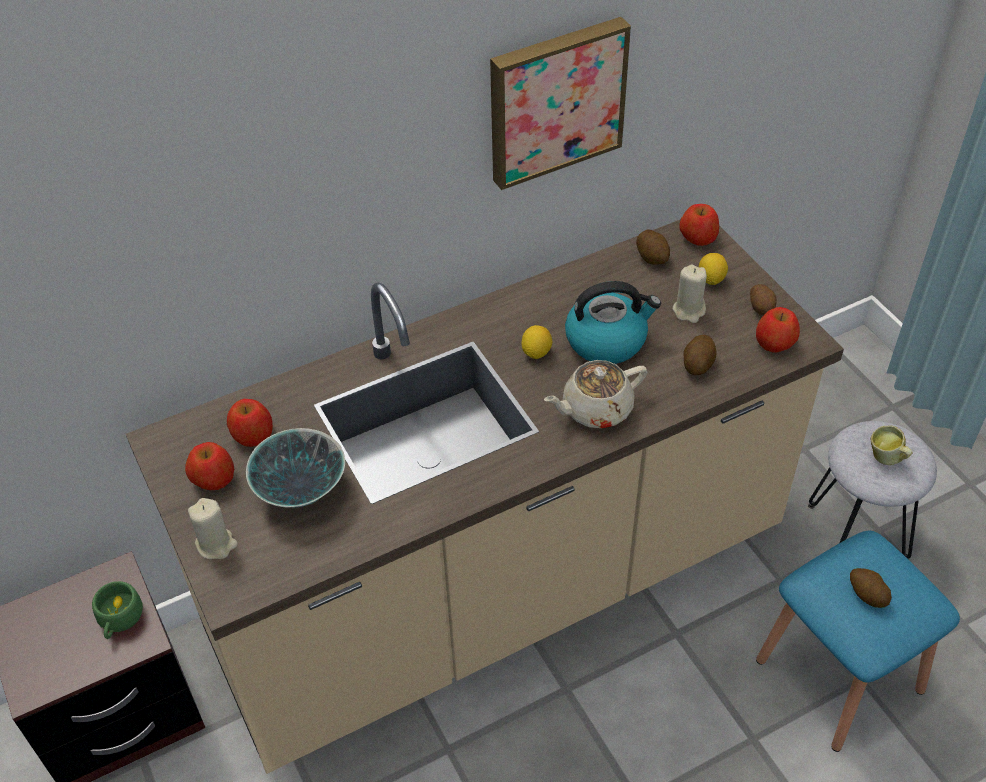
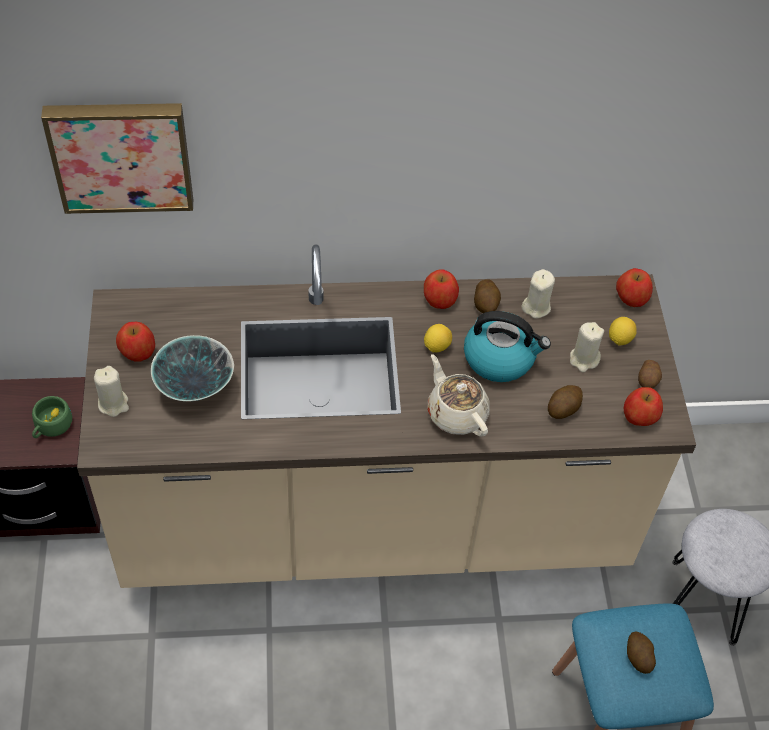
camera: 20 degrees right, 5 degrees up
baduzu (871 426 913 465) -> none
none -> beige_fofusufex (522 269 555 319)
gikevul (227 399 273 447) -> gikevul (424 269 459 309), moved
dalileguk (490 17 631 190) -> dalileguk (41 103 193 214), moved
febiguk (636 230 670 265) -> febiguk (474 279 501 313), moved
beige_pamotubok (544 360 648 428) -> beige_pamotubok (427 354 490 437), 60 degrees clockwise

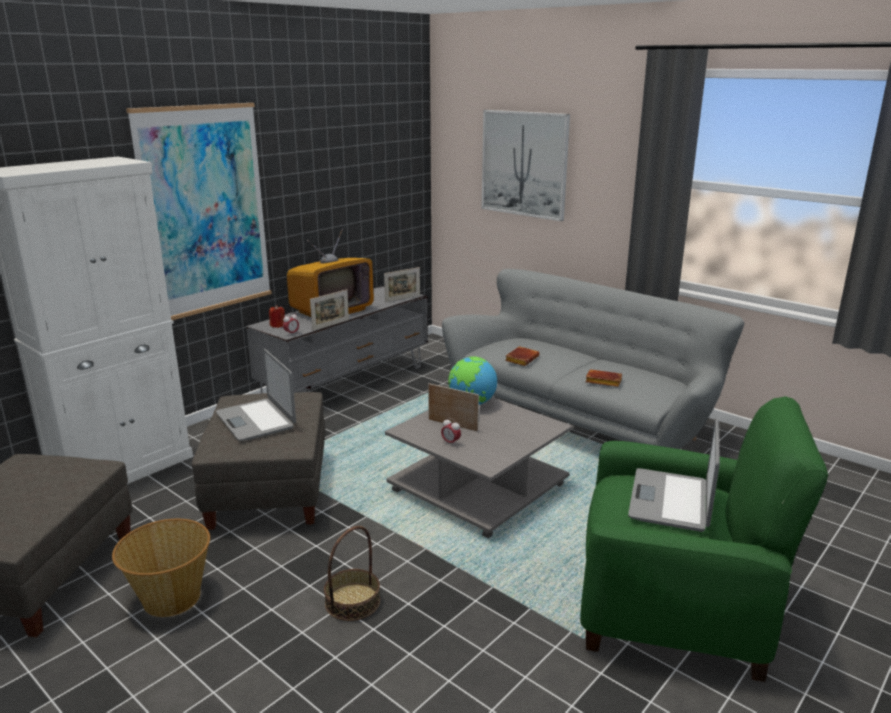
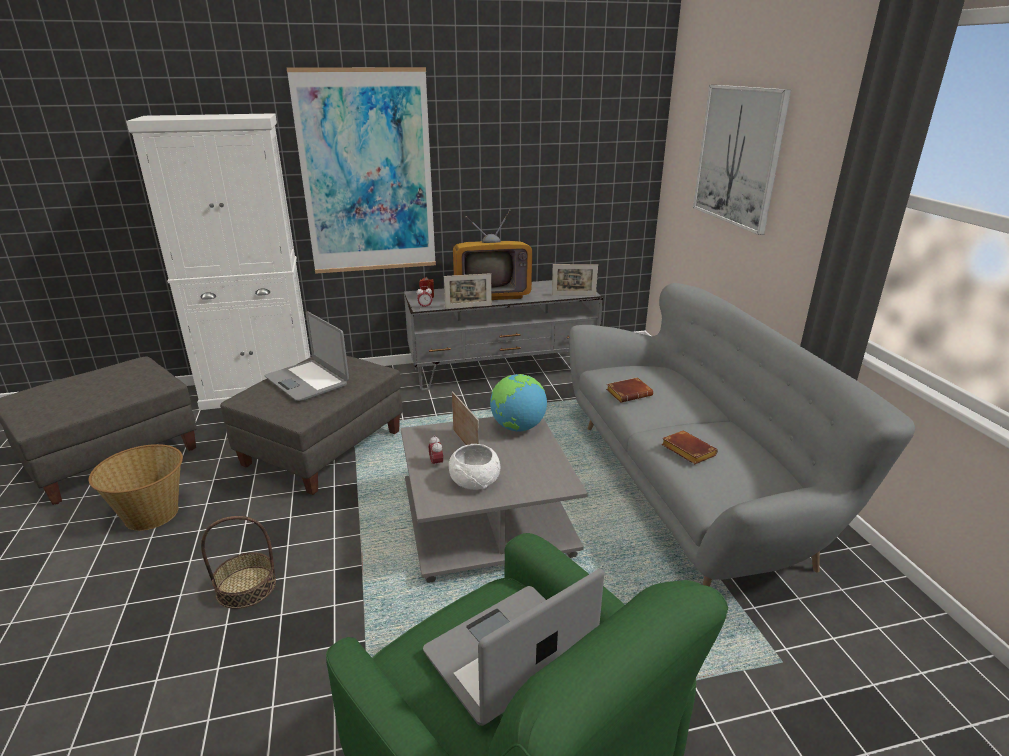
camera: 35 degrees right, 5 degrees up
none -> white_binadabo (449 444 500 490)
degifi (216 349 296 441) -> degifi (265 311 349 401), 45 degrees counterclockwise

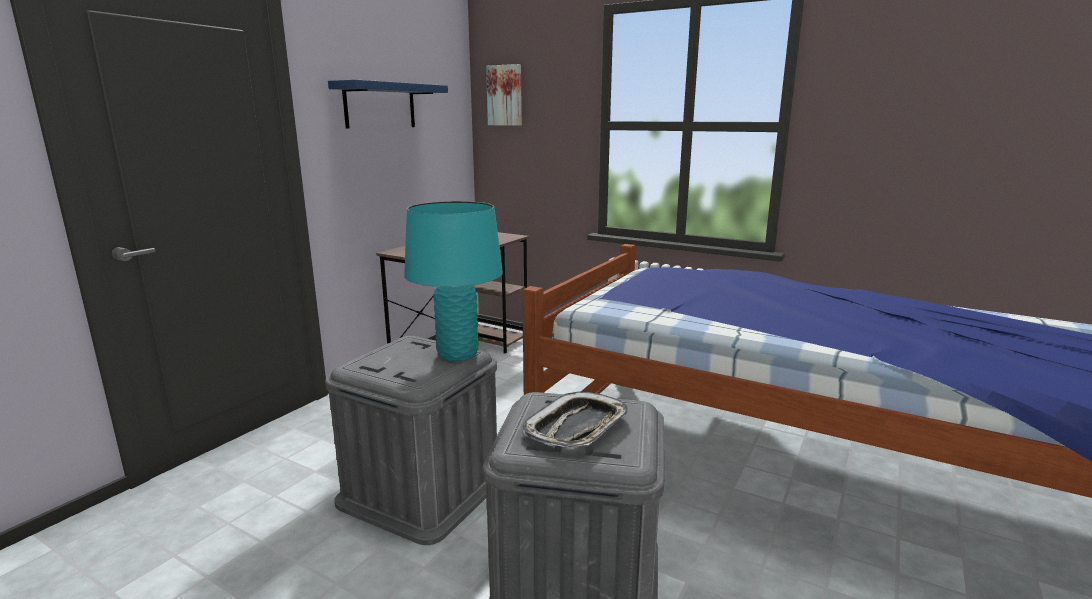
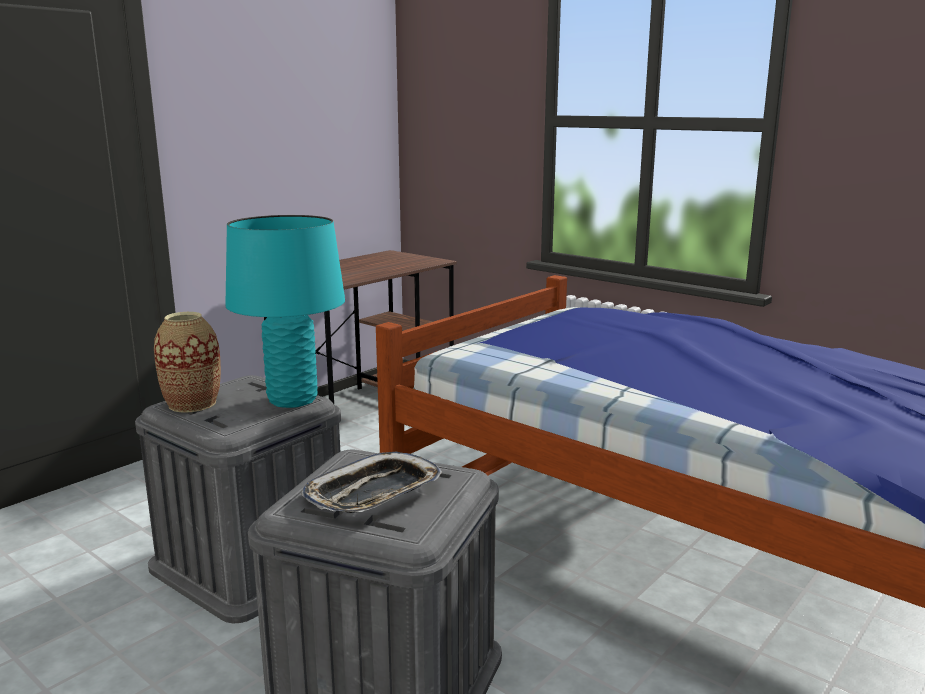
camera: 10 degrees right, 0 degrees up
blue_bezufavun (328 80 448 129) -> none
dalileguk (486 64 522 126) -> none
none -> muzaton (154 312 221 413)

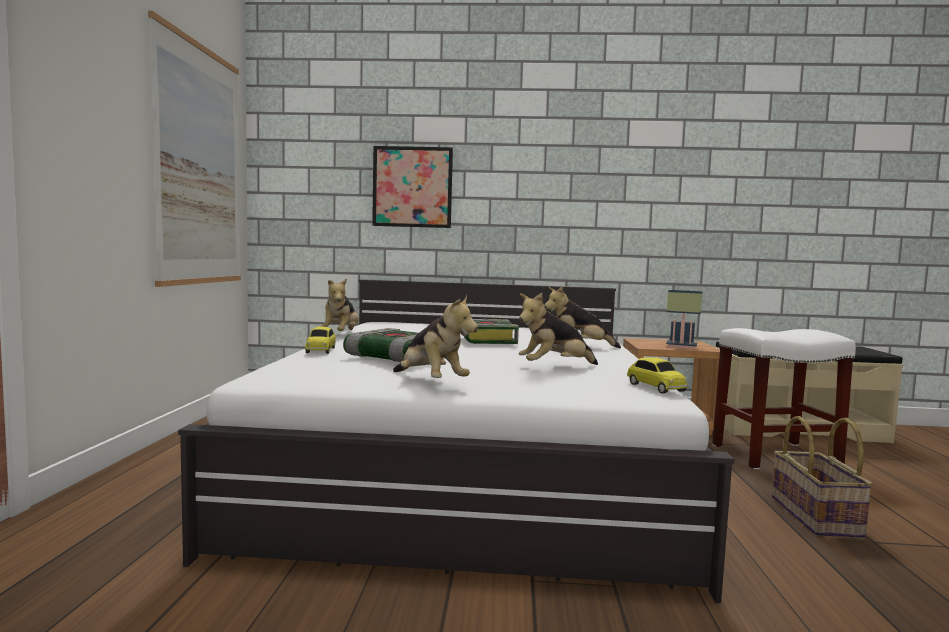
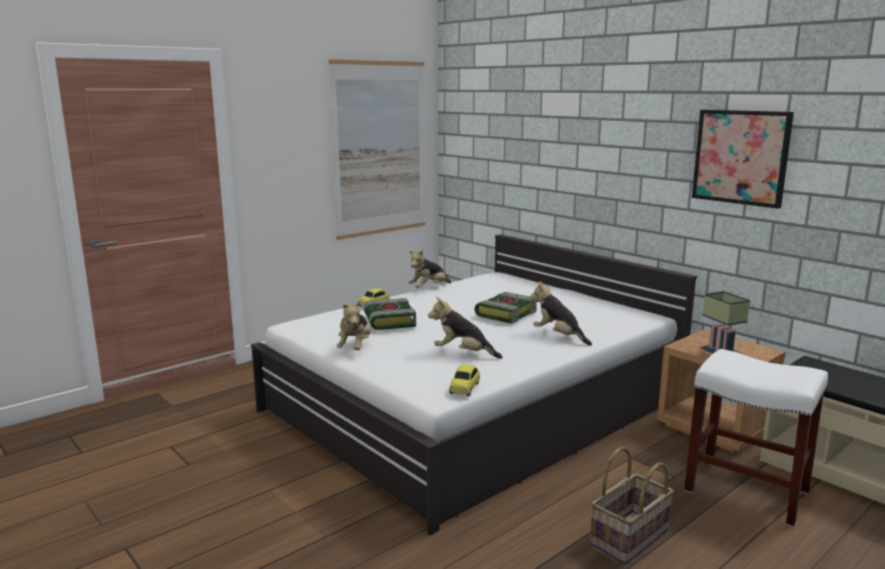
camera: 45 degrees right, 10 degrees up
dalileguk (372 146 453 228) -> dalileguk (692 110 794 209), moved

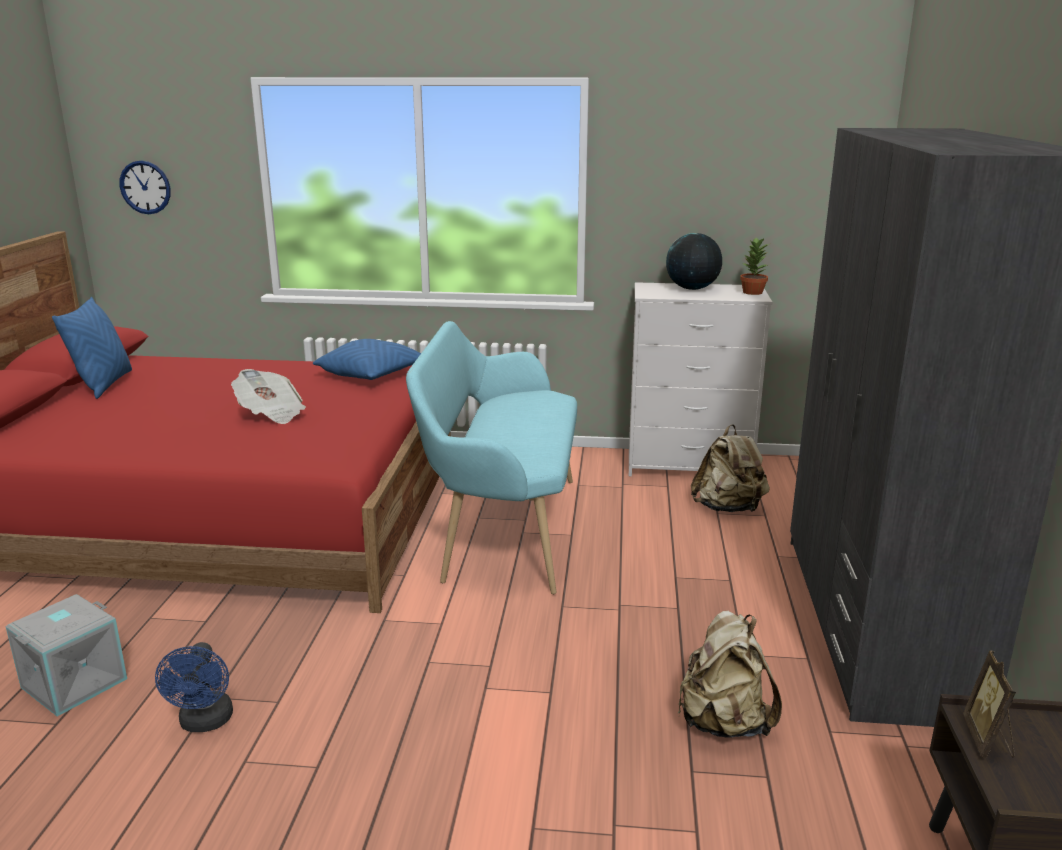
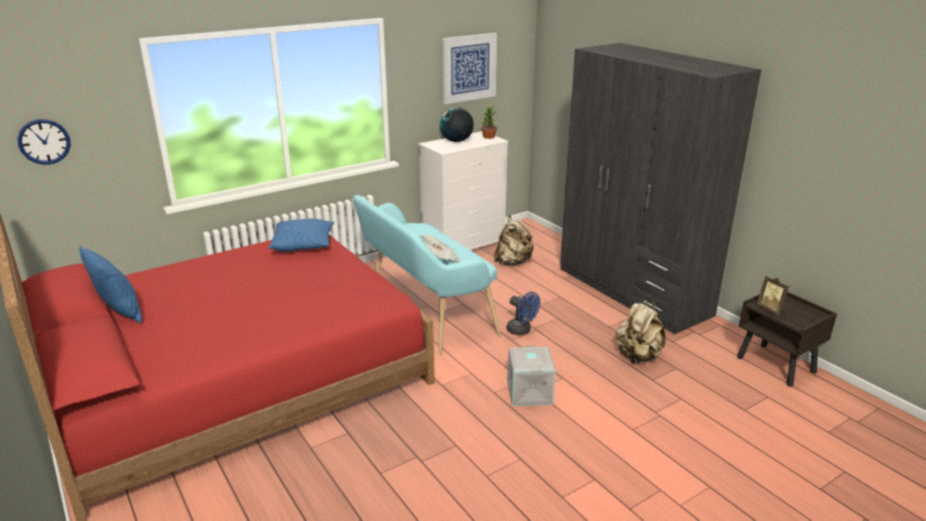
camera: 40 degrees left, 5 degrees up
none -> dalileguk (442 33 497 104)
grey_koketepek (6 594 127 716) -> grey_koketepek (508 346 556 406), moved
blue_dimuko (155 642 233 732) -> blue_dimuko (506 292 540 335), moved
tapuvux (231 369 306 424) -> tapuvux (420 235 461 262), moved

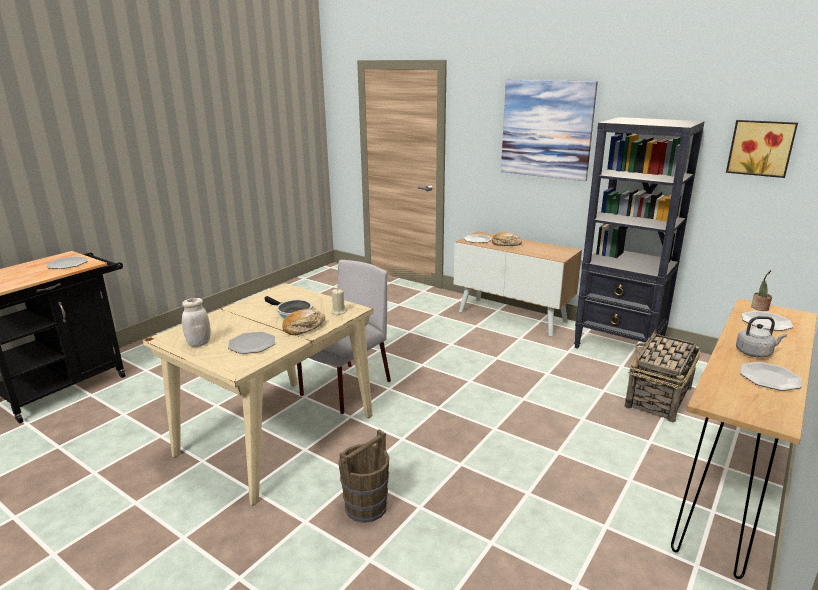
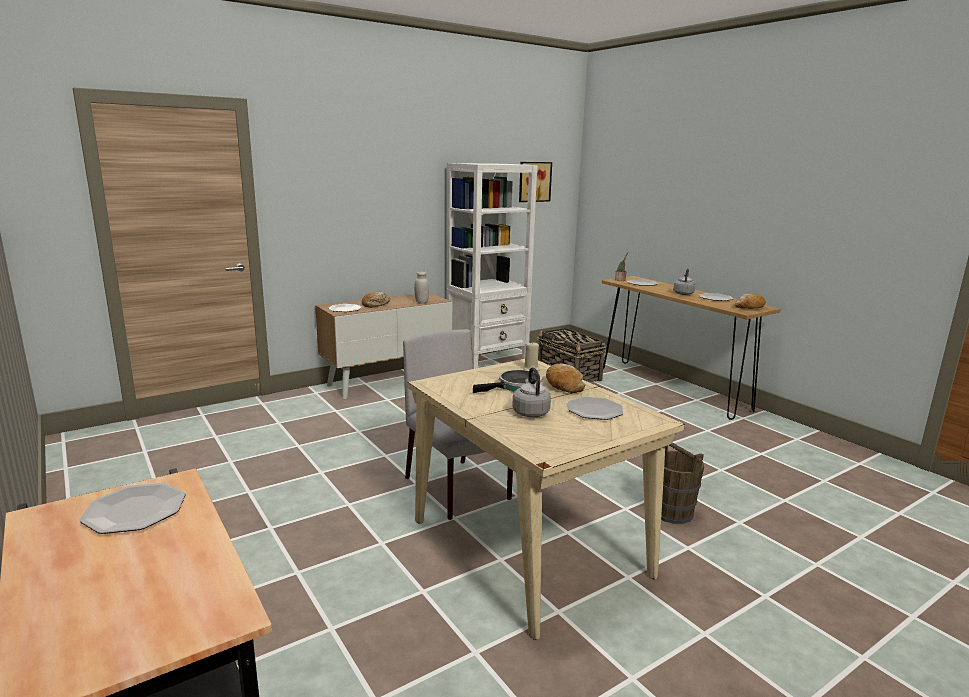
camera: 70 degrees left, 5 degrees down
dalileguk (501 80 598 181) -> none
none -> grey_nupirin (512 367 551 417)
none -> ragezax (735 293 766 309)
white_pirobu (182 298 211 347) -> white_pirobu (414 271 429 304), moved
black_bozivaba (574 117 705 349) -> white_bozivaba (446 163 538 369)

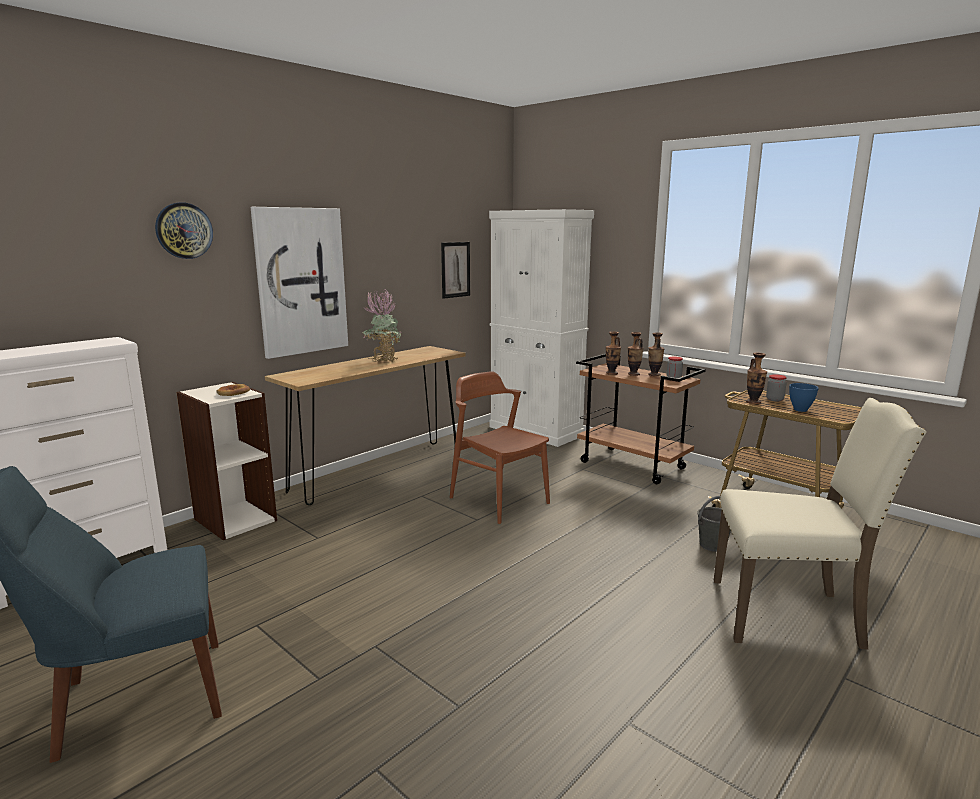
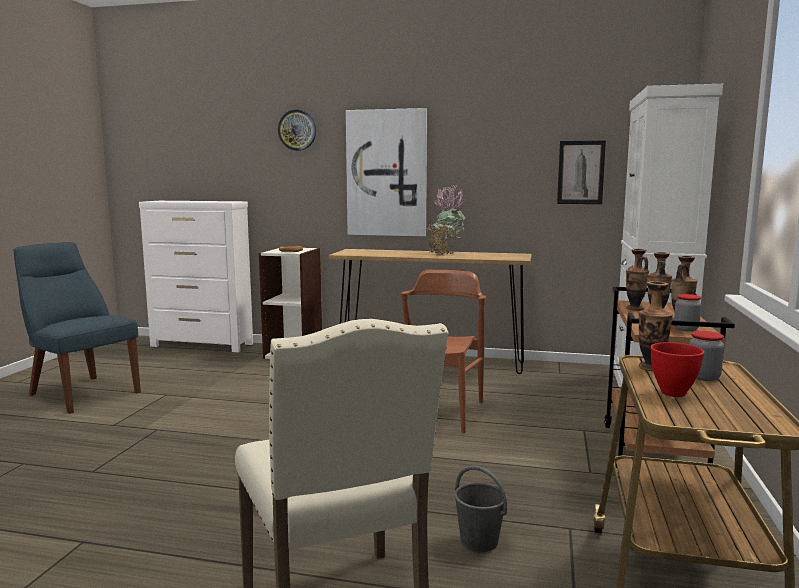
camera: 60 degrees right, 5 degrees down
blue_binadabo (789 383 819 412) -> red_binadabo (650 342 705 397)

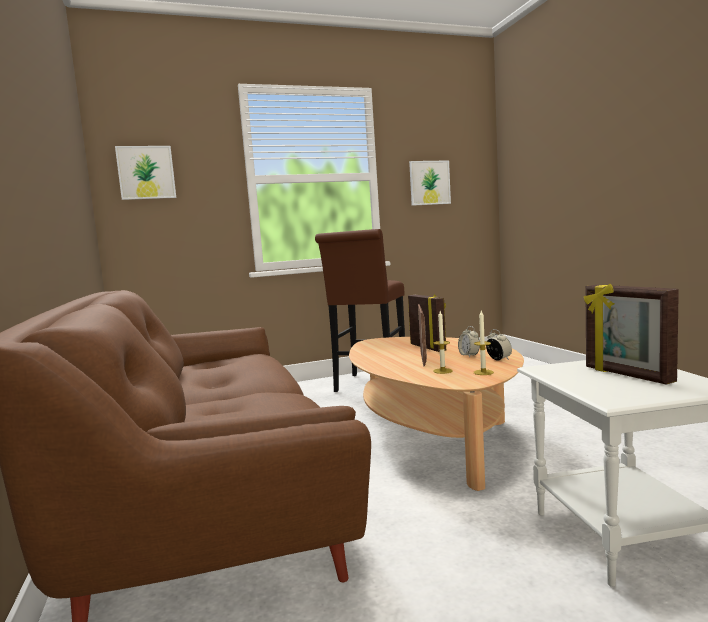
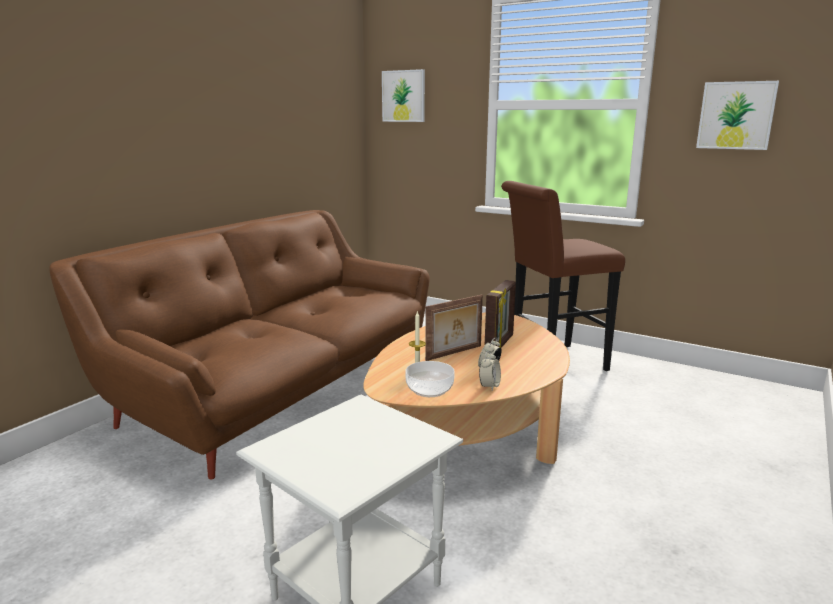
camera: 50 degrees right, 10 degrees up
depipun (584 284 679 385) -> none
fofusufex (474 311 494 375) -> binadabo (405 361 455 397)

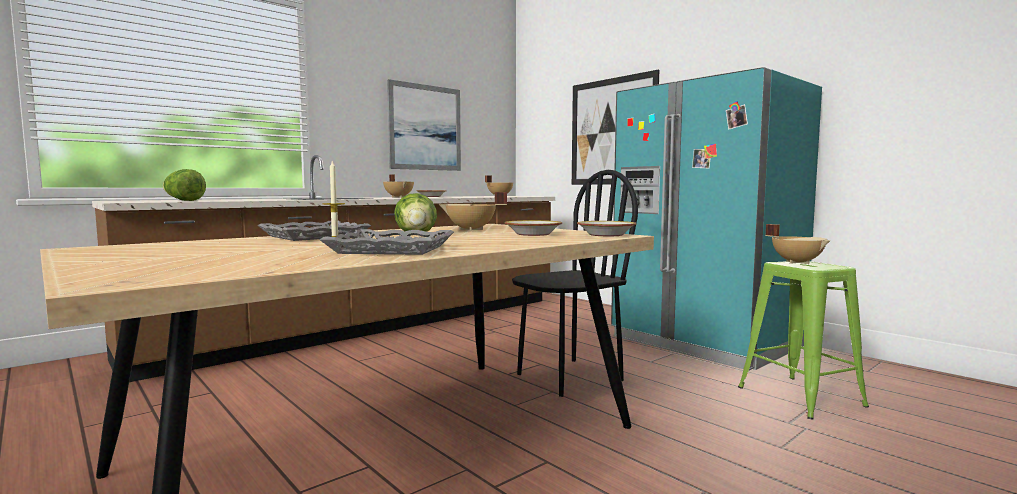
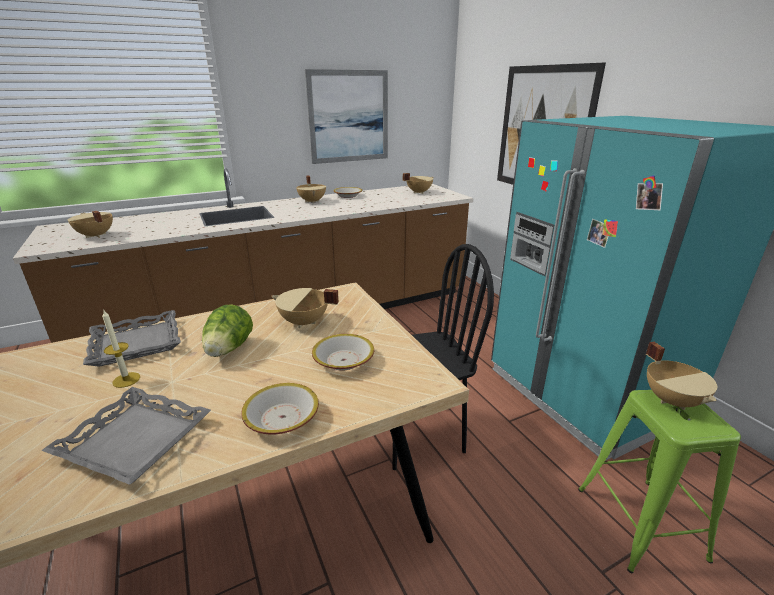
camera: 15 degrees right, 20 degrees up
binadabo (577 221 636 236) -> binadabo (241 383 319 435), moved
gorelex (163 169 206 201) -> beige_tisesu (68 211 113 238)

